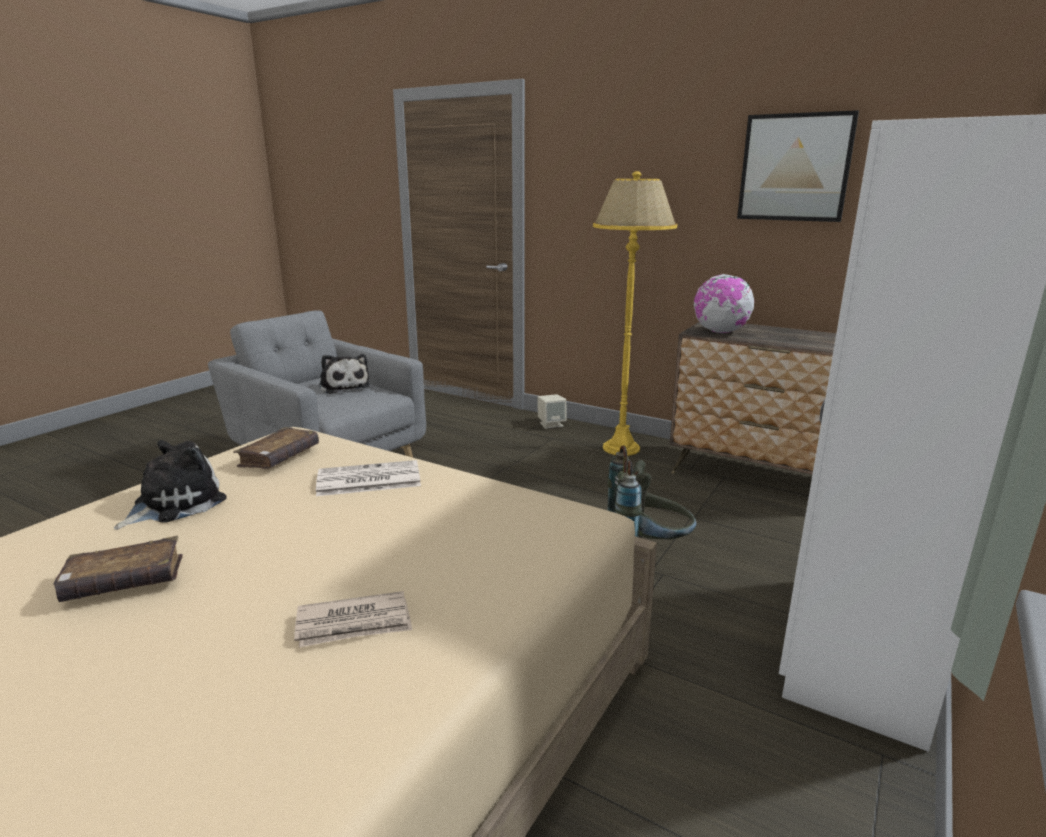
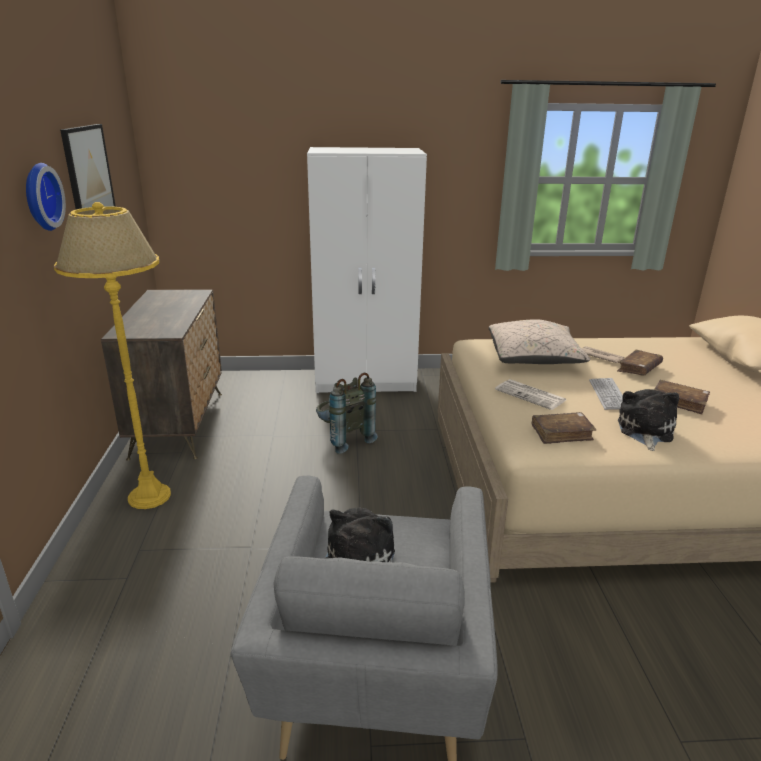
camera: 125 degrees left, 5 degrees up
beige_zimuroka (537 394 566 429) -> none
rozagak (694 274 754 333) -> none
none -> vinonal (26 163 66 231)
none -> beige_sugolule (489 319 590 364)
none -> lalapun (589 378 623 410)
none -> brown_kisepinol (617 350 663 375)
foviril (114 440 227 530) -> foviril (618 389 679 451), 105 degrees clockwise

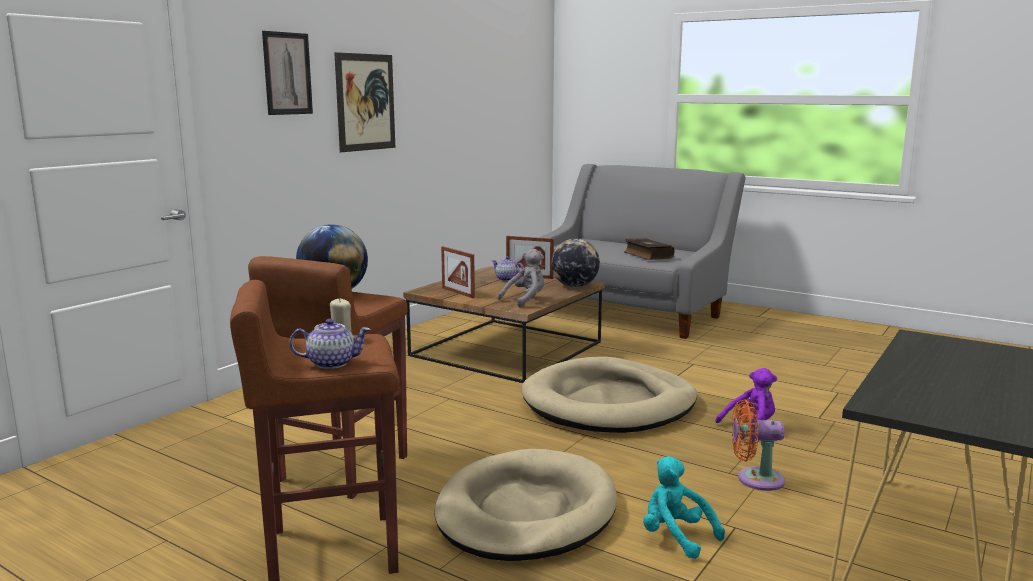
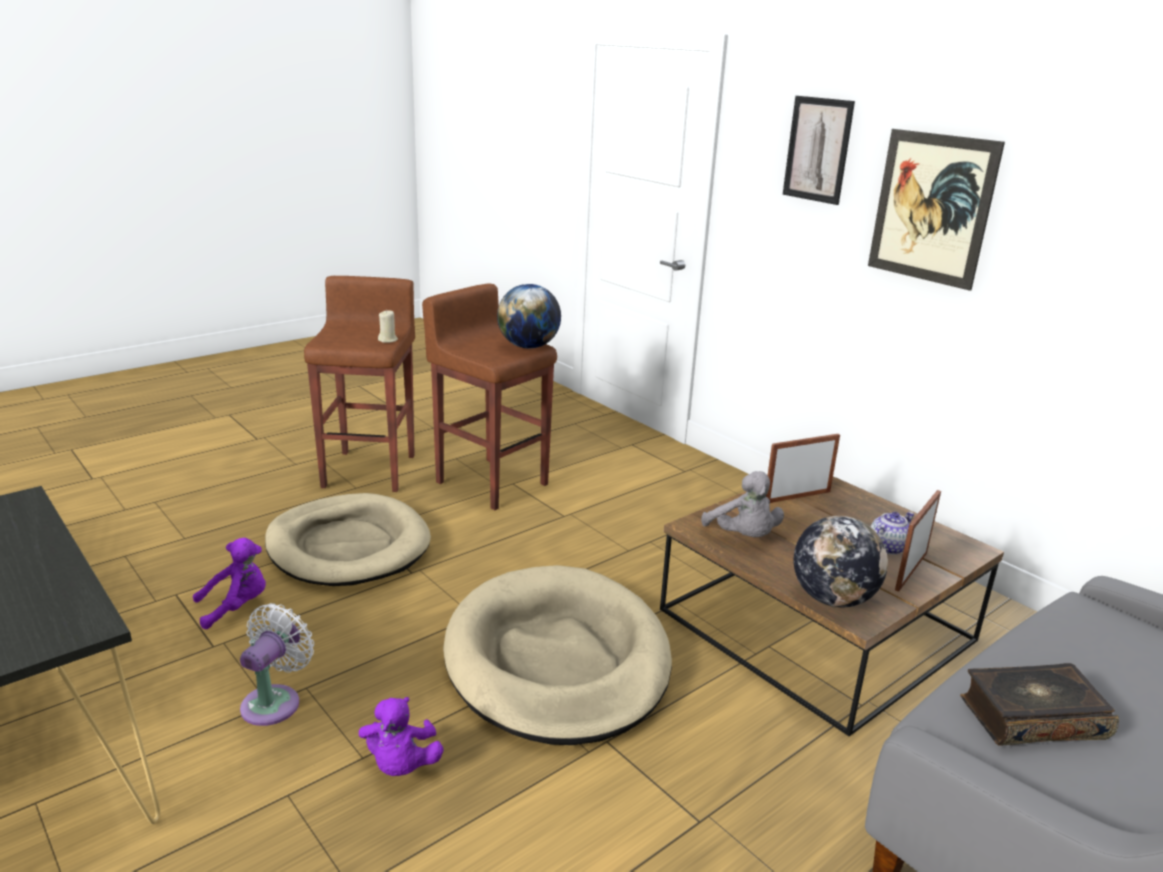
camera: 105 degrees right, 10 degrees up
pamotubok (289 319 370 369) -> none
turquoise_foviril (643 456 725 559) -> purple_foviril (193 537 266 629)
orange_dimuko (732 399 785 491) -> white_dimuko (240 603 314 726)

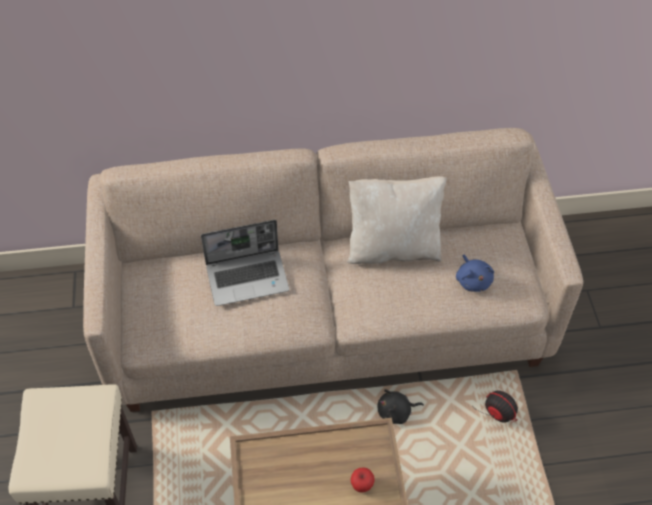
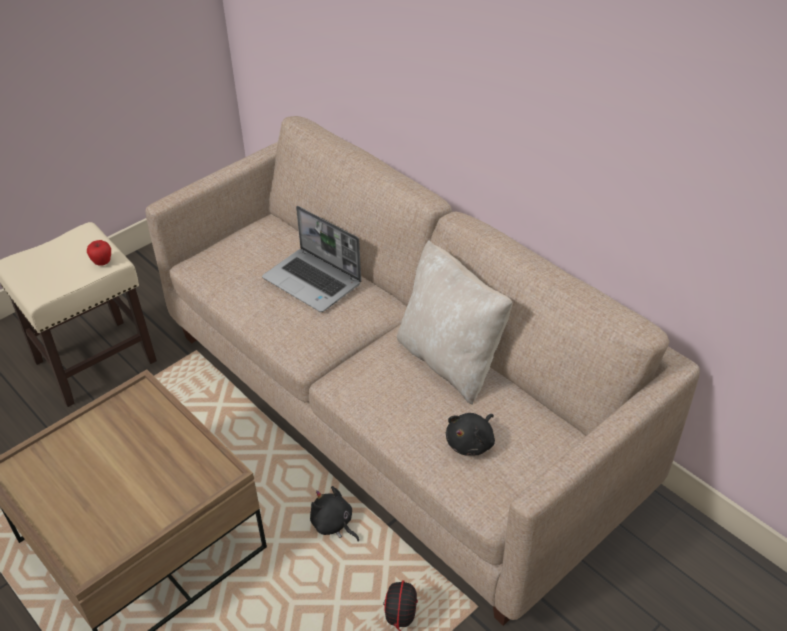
camera: 55 degrees right, 10 degrees down
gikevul (351 467 375 493) -> gikevul (87 240 111 266), moved
blue_foviril (456 255 494 292) -> black_foviril (446 413 495 455)

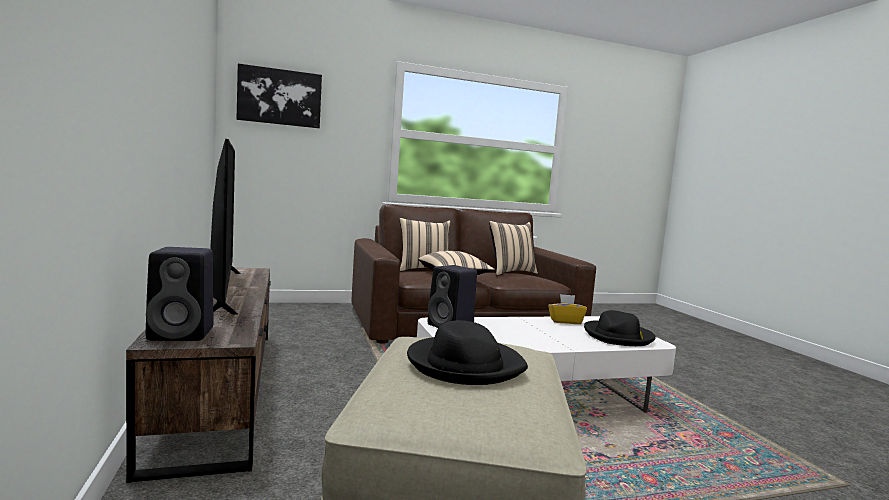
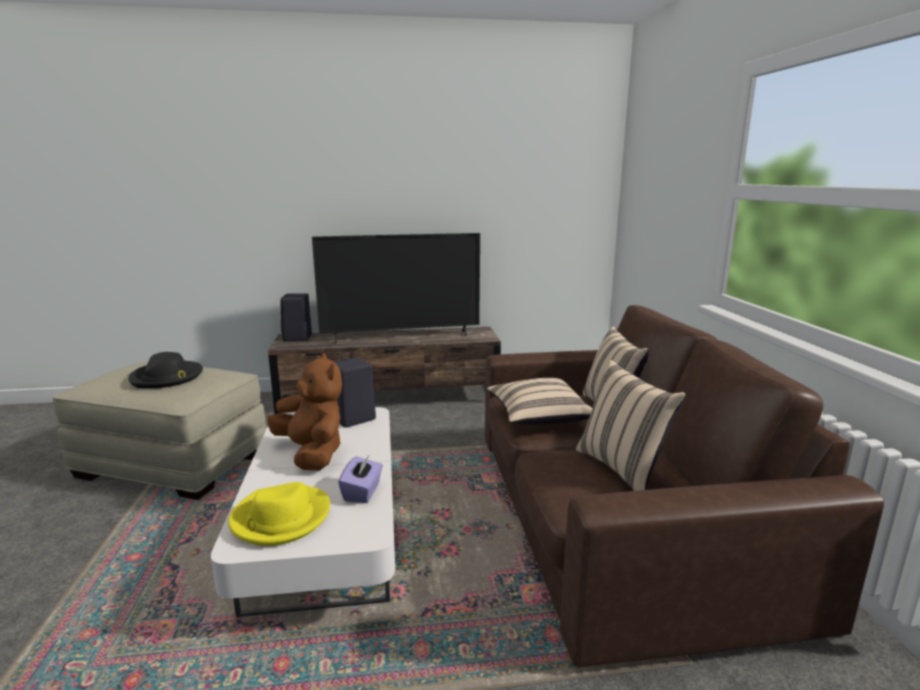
camera: 100 degrees right, 10 degrees up
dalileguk (237 63 322 128) -> none
none -> brown_foviril (267 353 342 471)
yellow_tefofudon (548 294 587 324) -> purple_tefofudon (338 454 383 503)
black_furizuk (584 310 656 346) -> yellow_furizuk (228 482 330 546)

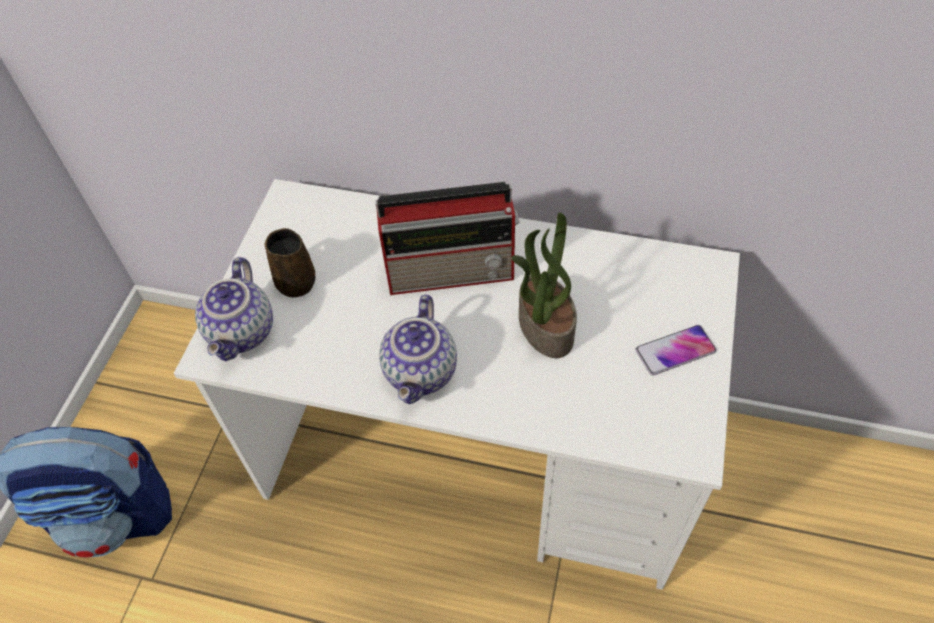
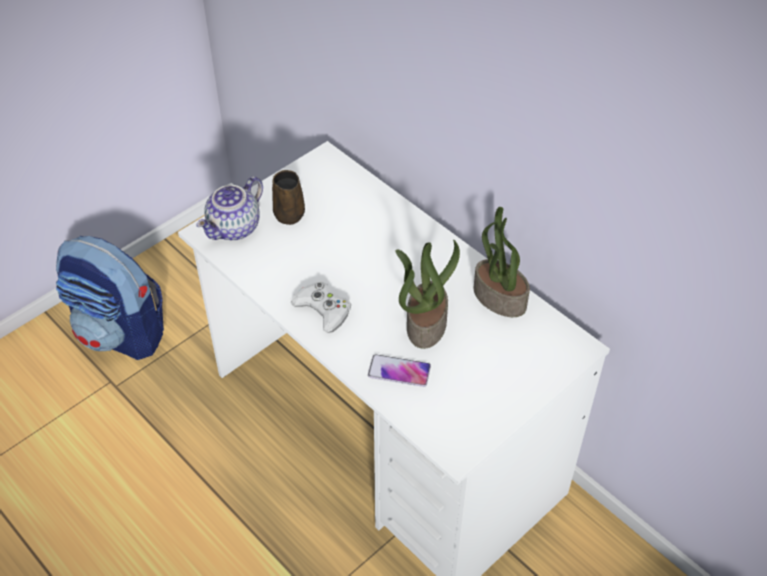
camera: 30 degrees right, 5 degrees down
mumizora (375 182 520 295) -> none
none -> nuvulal (473 207 530 317)
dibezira (636 325 716 375) -> dibezira (368 354 431 387), moved
pamotubok (379 295 457 404) -> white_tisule (291 281 351 333)

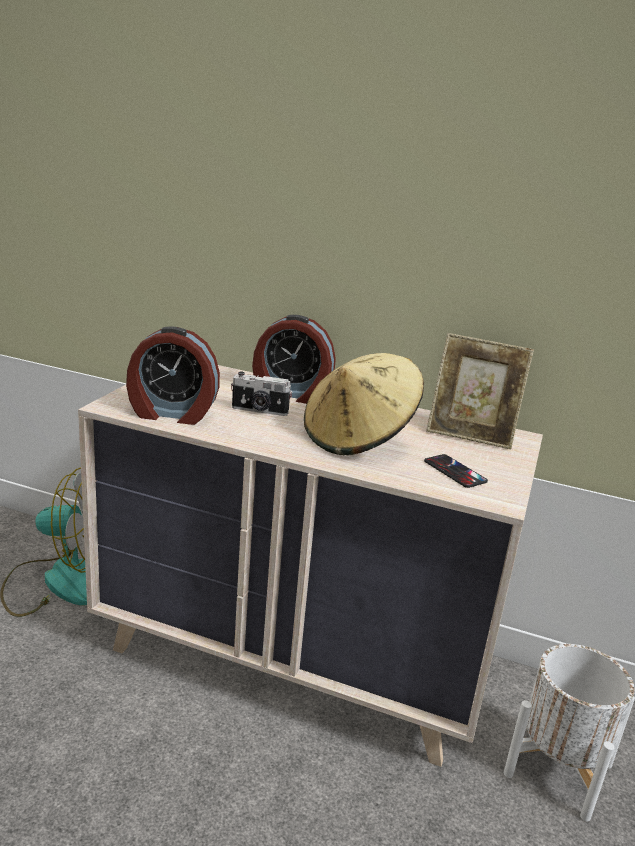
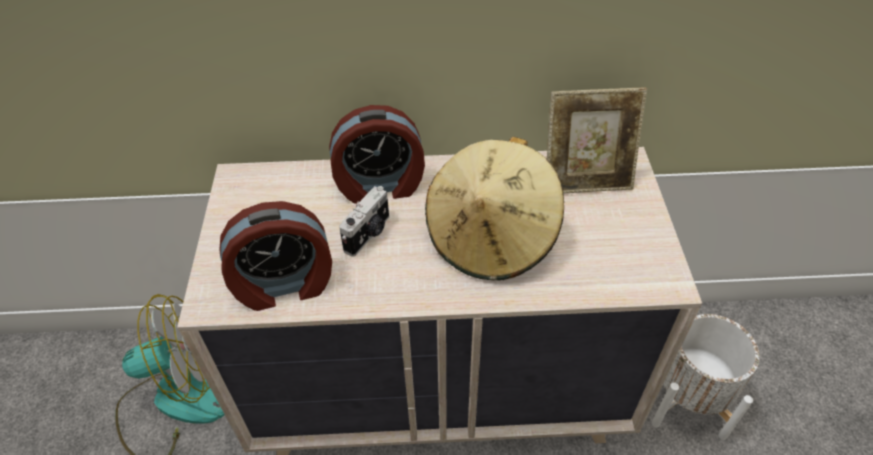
camera: 20 degrees left, 25 degrees up
dibezira (424 454 488 488) -> none
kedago (231 371 292 416) -> kedago (339 186 389 257), 45 degrees counterclockwise

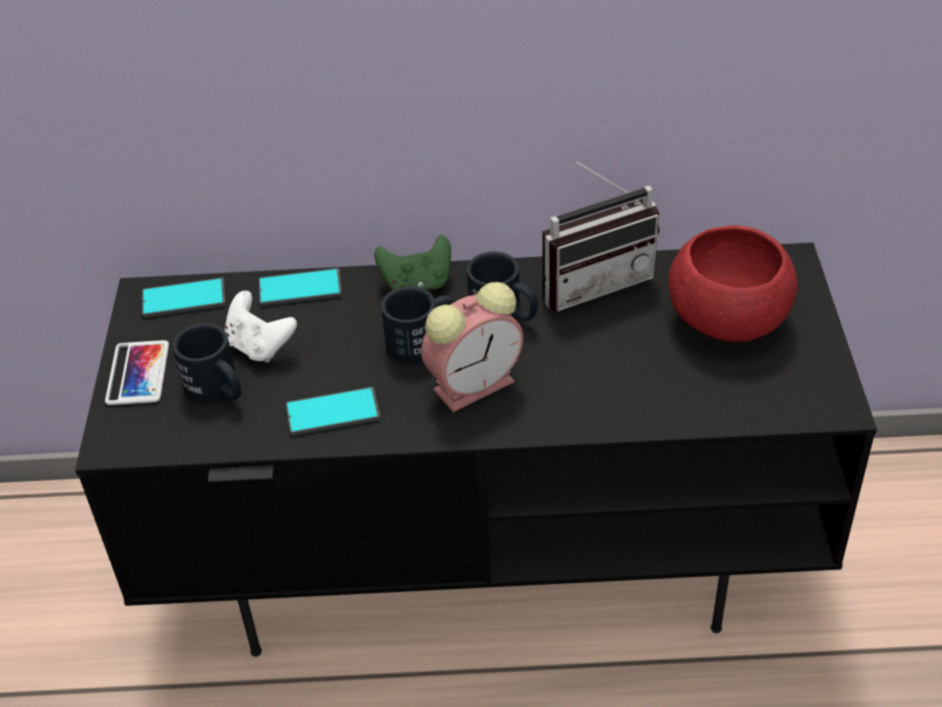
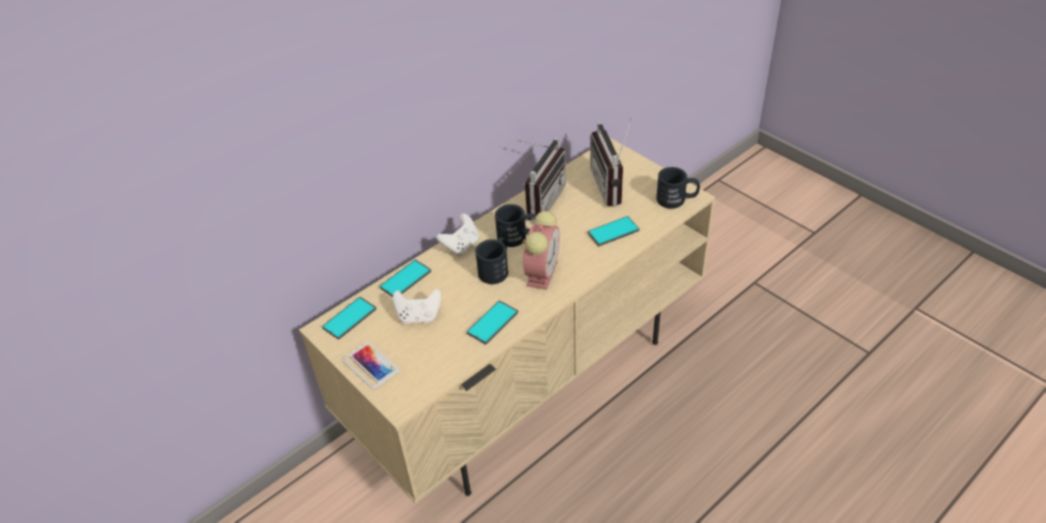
camera: 40 degrees left, 0 degrees up
none -> dibezira (587 216 639 246)
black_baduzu (172 323 241 403) -> black_baduzu (656 167 700 209), moved
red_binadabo (668 225 798 342) -> mumizora (591 118 631 207)
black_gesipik (75 243 877 657) -> beige_gesipik (299 138 715 504)
green_tisule (374 235 451 290) -> white_tisule (437 214 479 256)

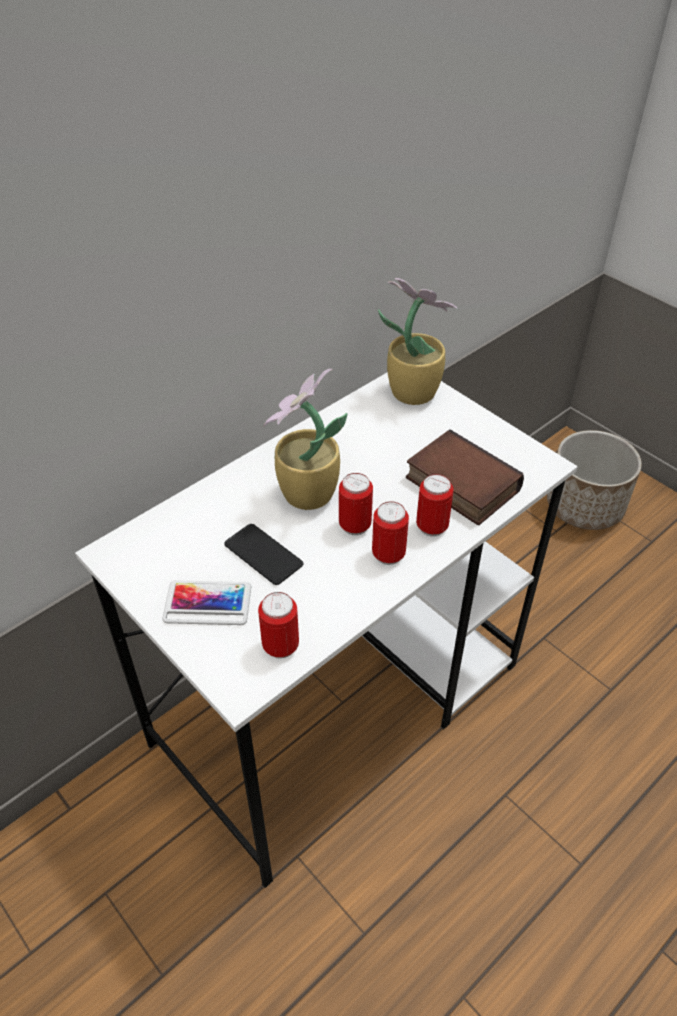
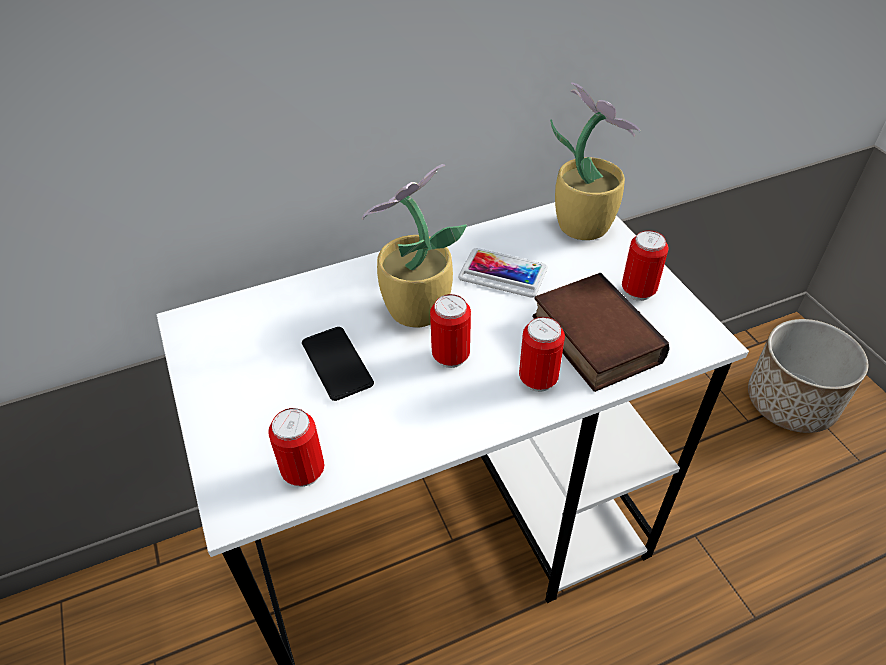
camera: 20 degrees right, 0 degrees up
dibezira (163 580 251 625) -> dibezira (458 248 548 298), moved
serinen (372 501 409 565) -> serinen (622 230 669 301), moved

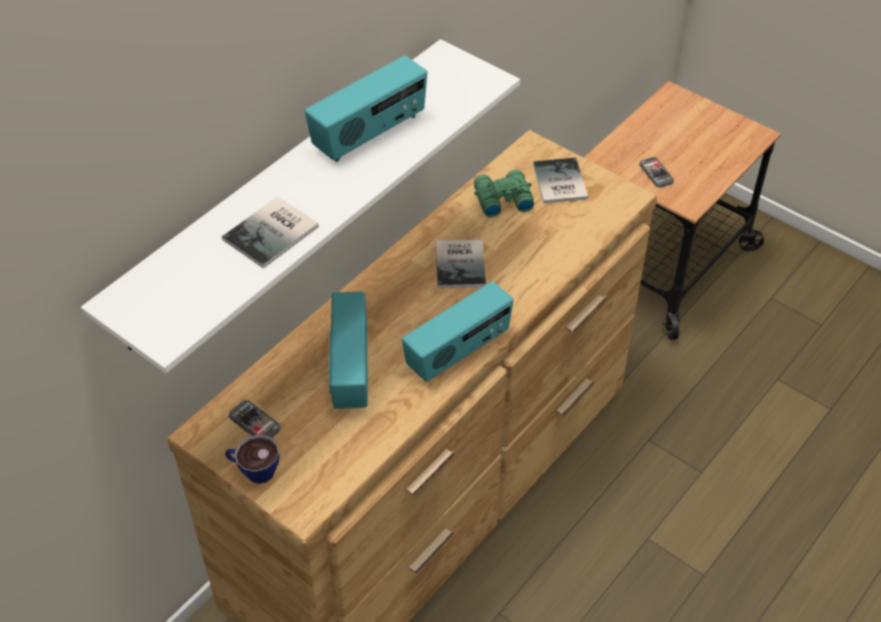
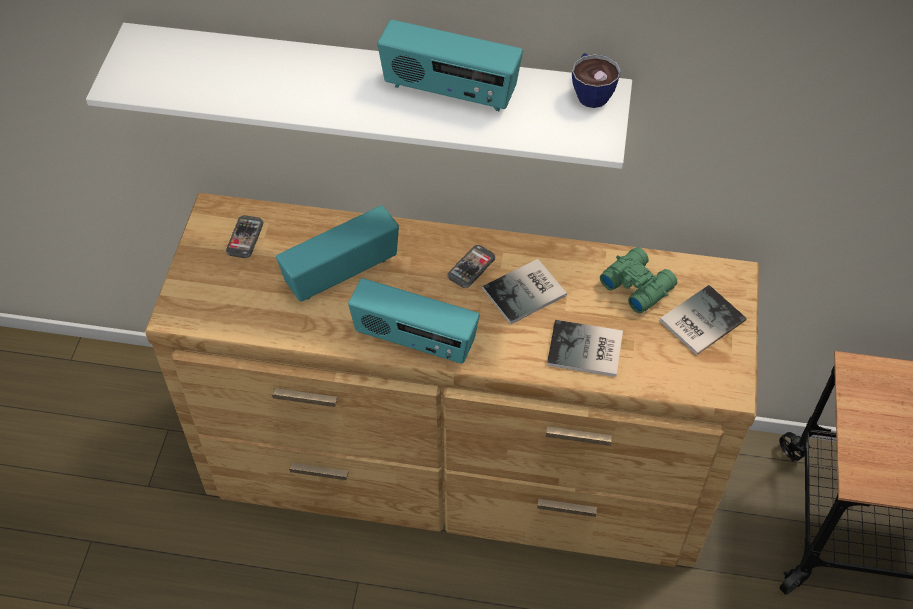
camera: 60 degrees right, 5 degrees up
kisepinol (222 196 319 269) -> kisepinol (547 320 623 377), moved
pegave (225 434 279 484) -> pegave (572 53 621 108), moved
dibezira (639 157 674 188) -> dibezira (448 245 495 288), moved

